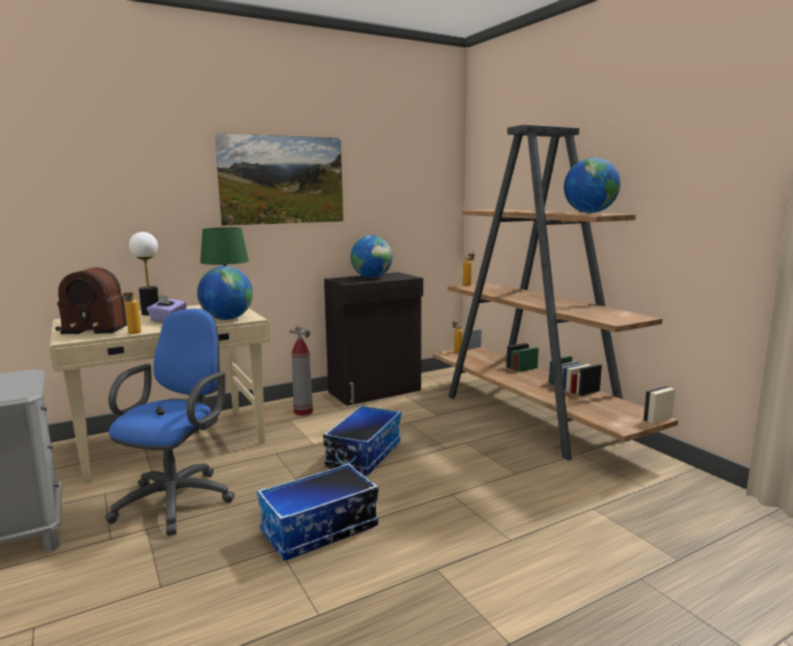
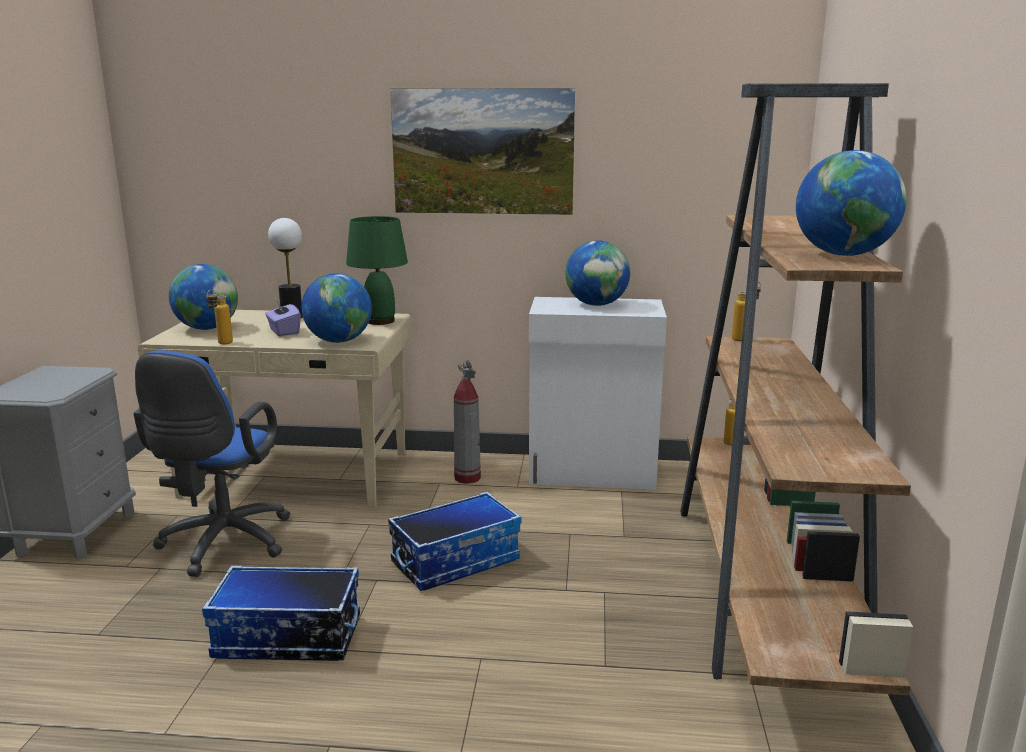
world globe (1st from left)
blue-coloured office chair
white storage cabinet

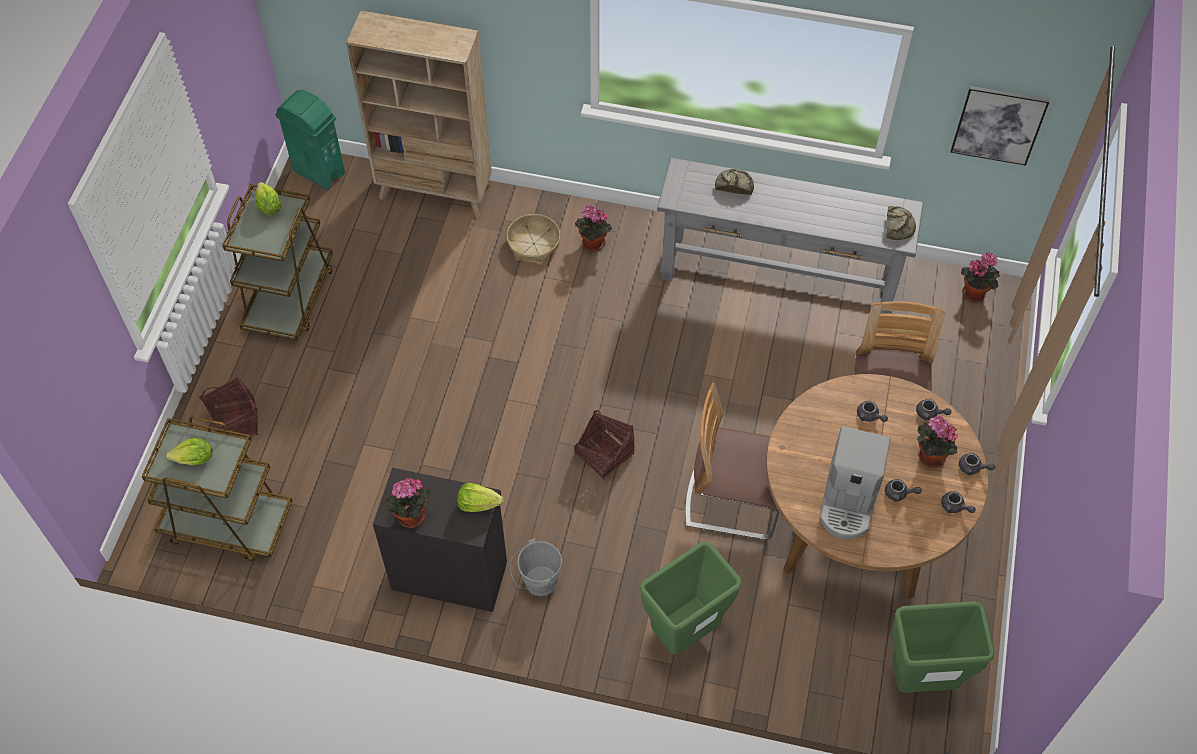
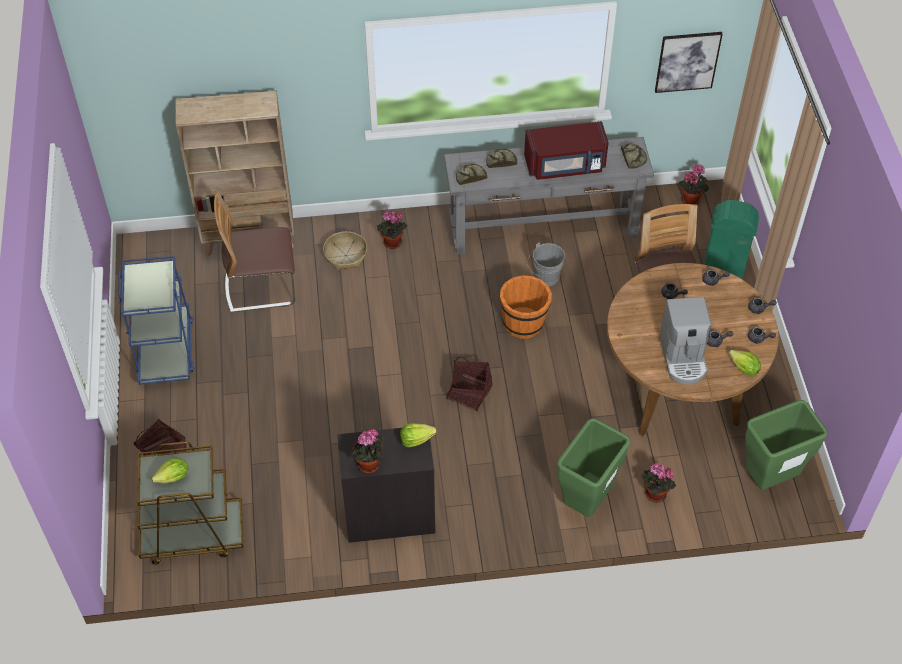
blue-coloured trolley
lettuce head (3rd from left)
green waste bin (2nd from left)
gray water bucket
chair (1st from left)
plant in a pot (3rd from left)
bakery bread (1st from left)
orange water bucket
reddish microwave oven

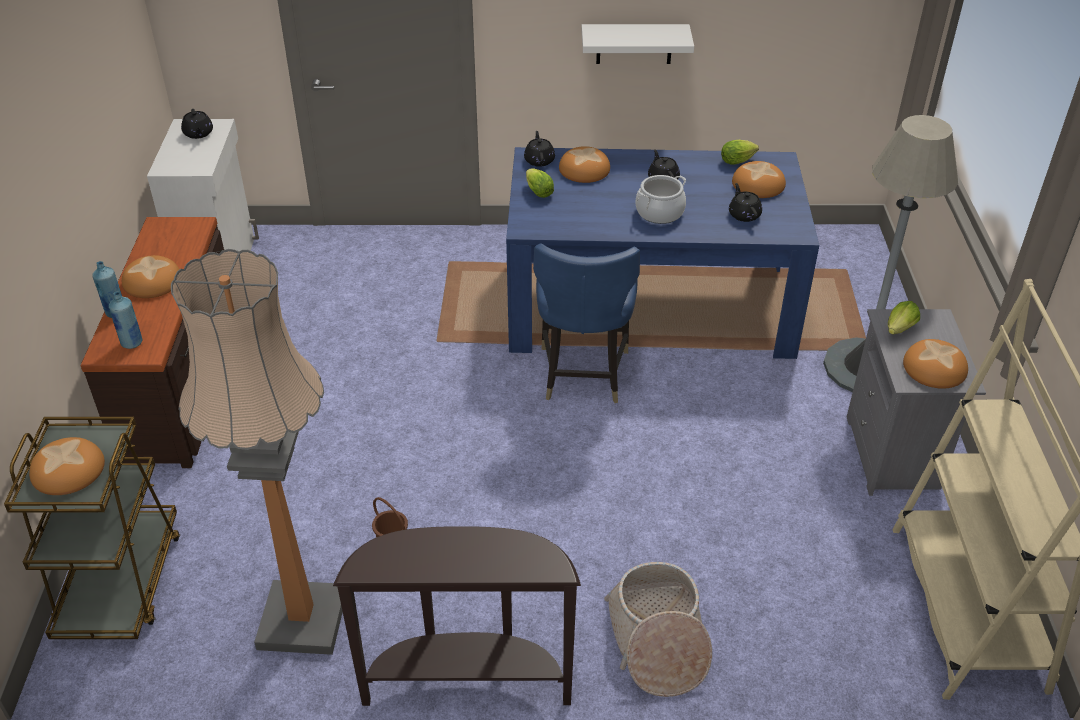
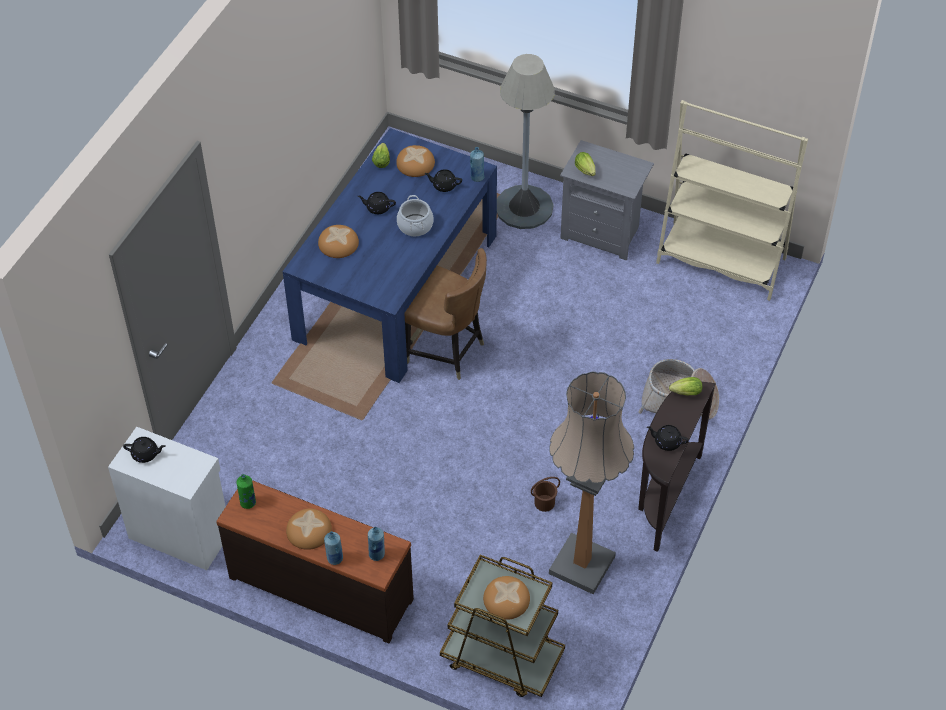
black-coloured teapot (4th from left)
lettuce head (3rd from left)
brown-coloured chair
white wall shelf
bakery bread (5th from left in the first image)
green drink bottle
blue-coloured drink bottle (3rd from left)

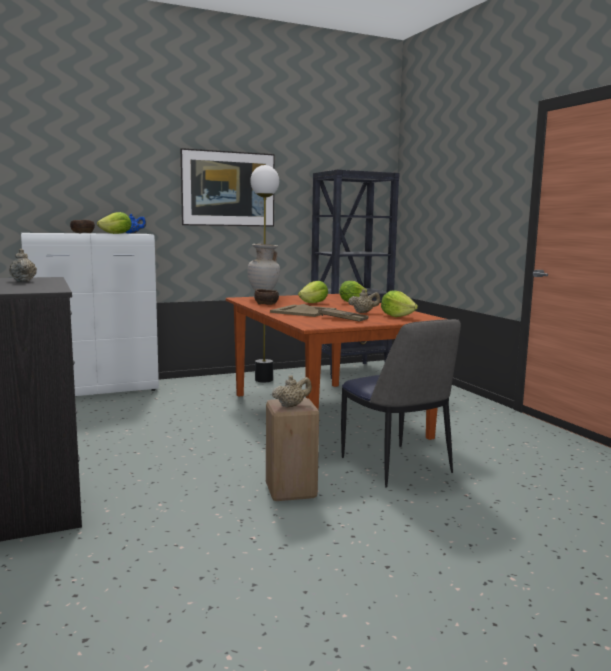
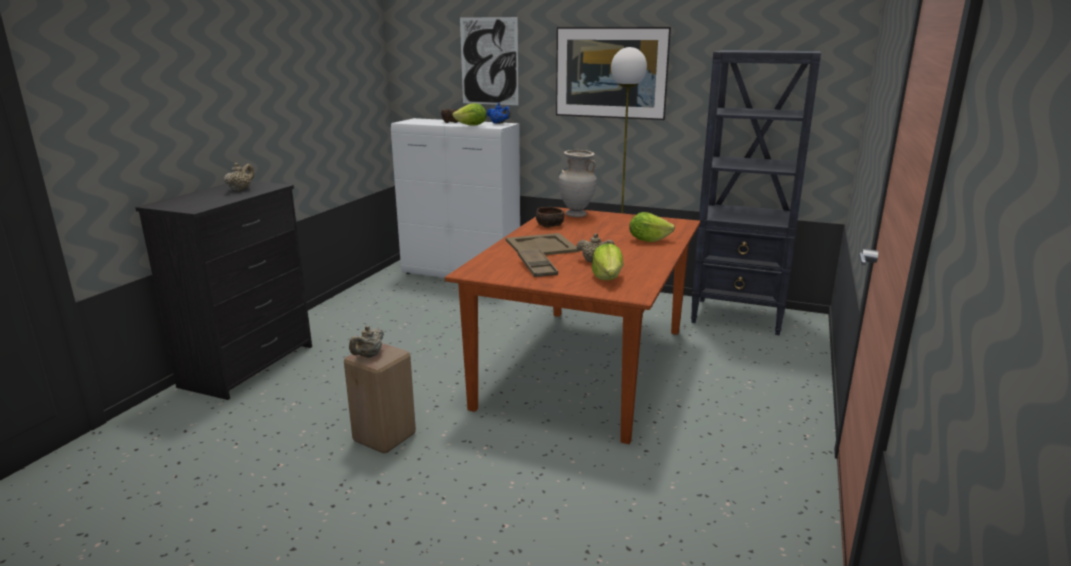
beige teapot (2nd from left)
lettuce head (2nd from left in the first image)
chair
wall picture (1st from left)

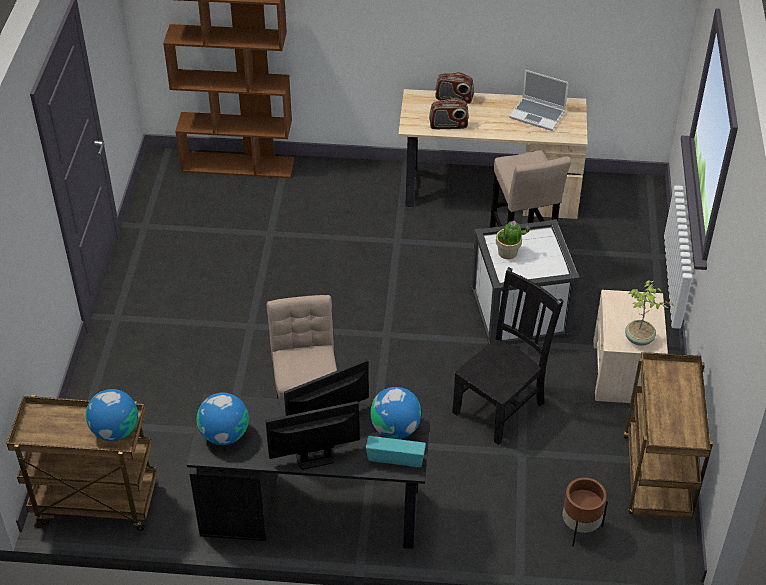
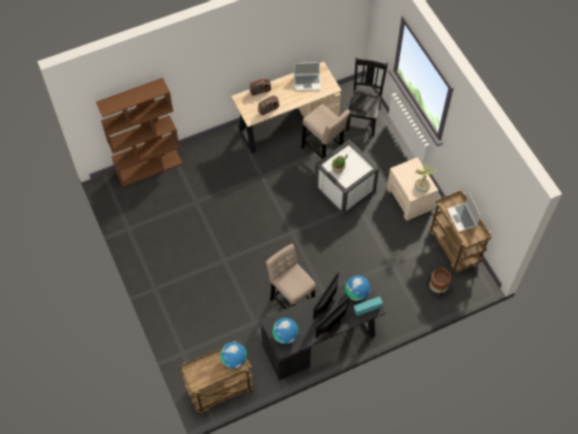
black-coloured chair
portable computer (2nd from left)

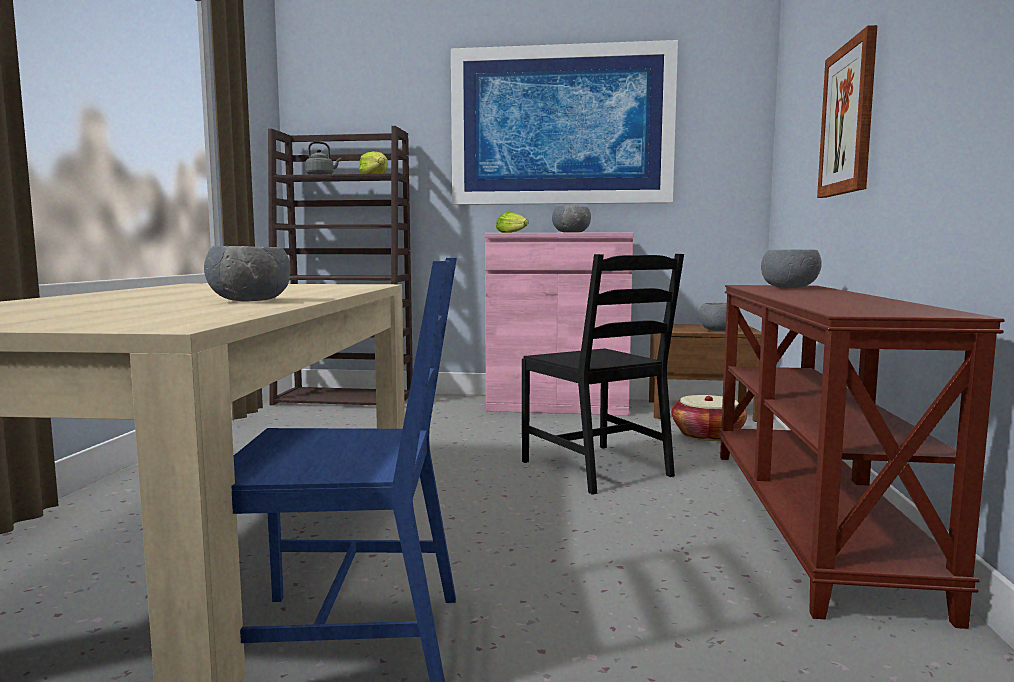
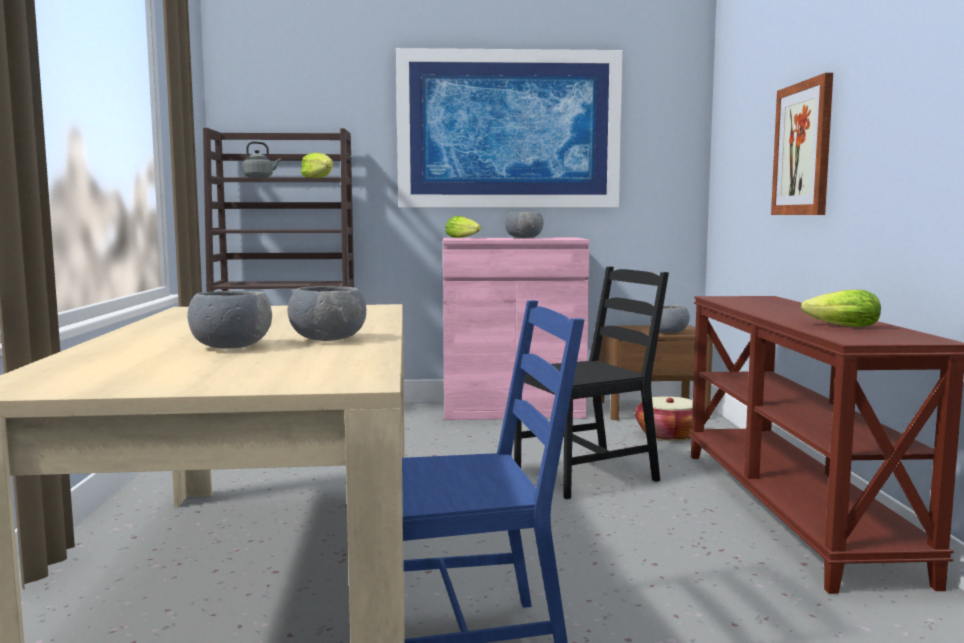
black-coloured chair
gray deep dish (1st from left)
lettuce head (3rd from left)

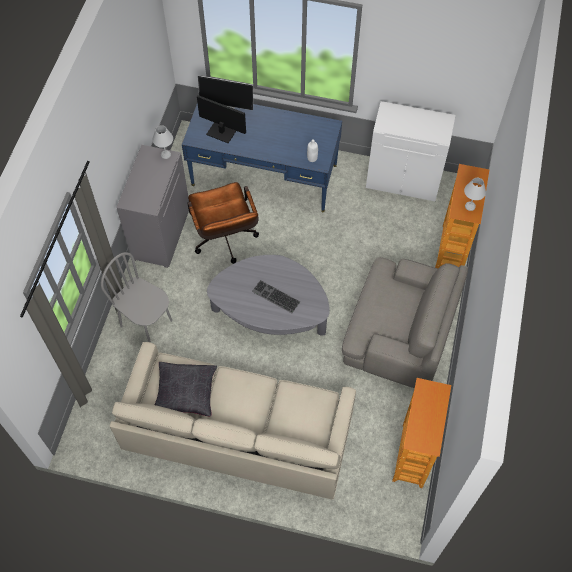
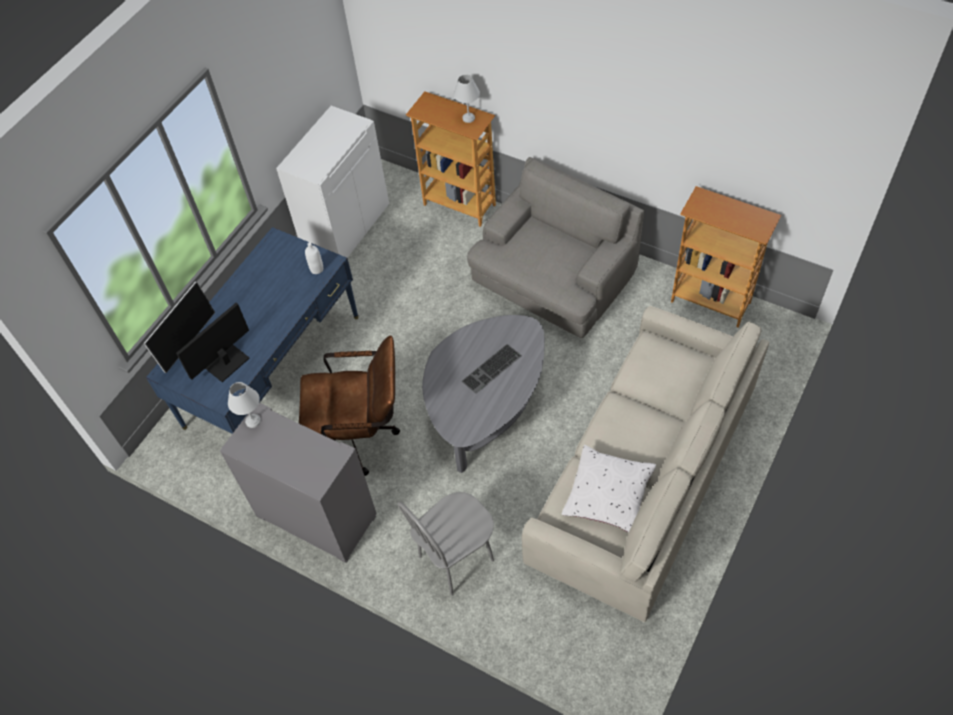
white pillow

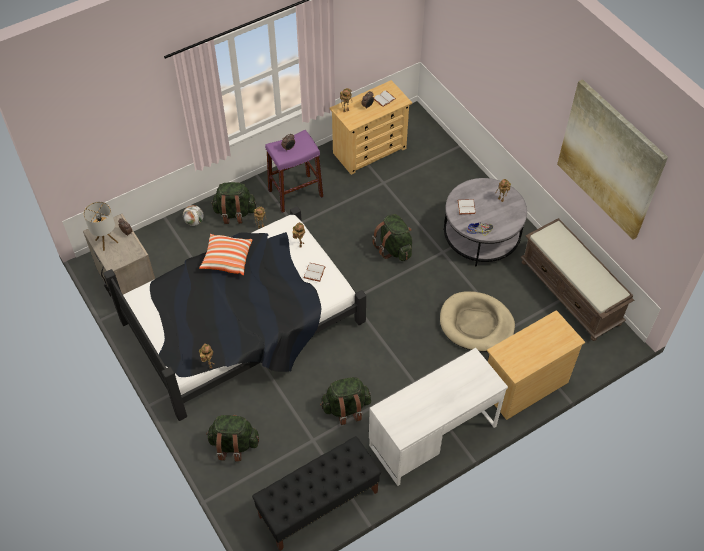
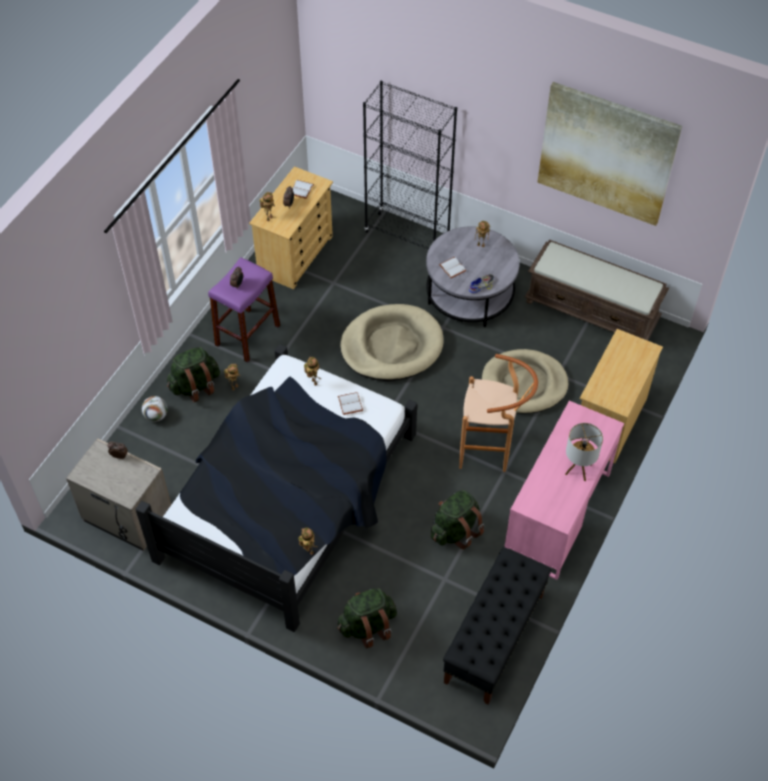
tabletop lamp
pillow
pink desk table
beige dog bed (1st from left)
black-coloured shelving unit
brown-coloured sitting stool

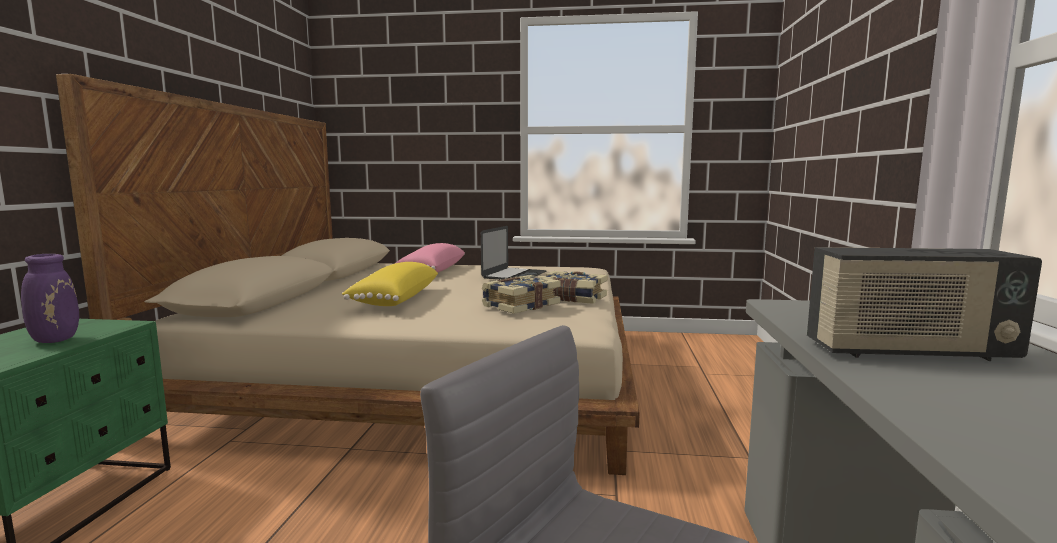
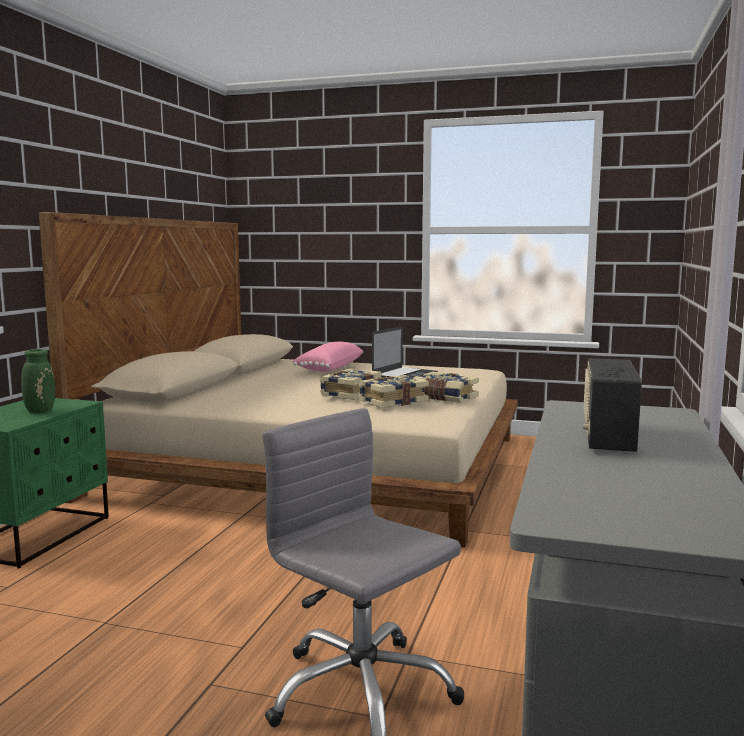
green vase
yellow pillow
radio receiver
volume (1st from left)

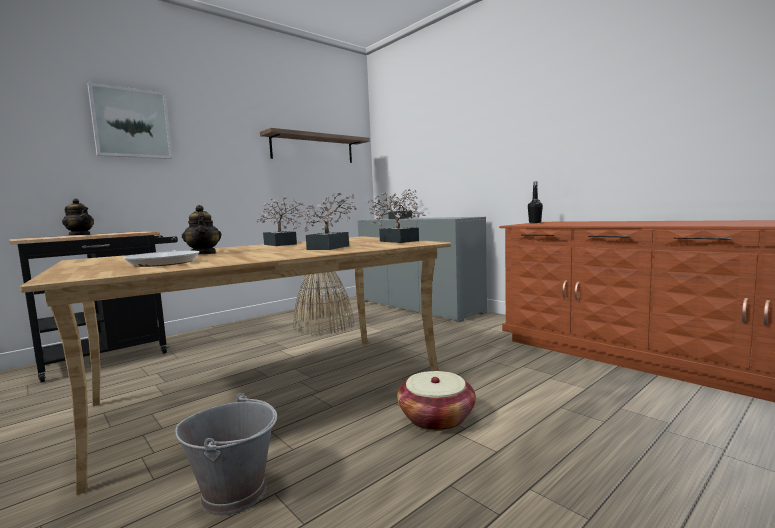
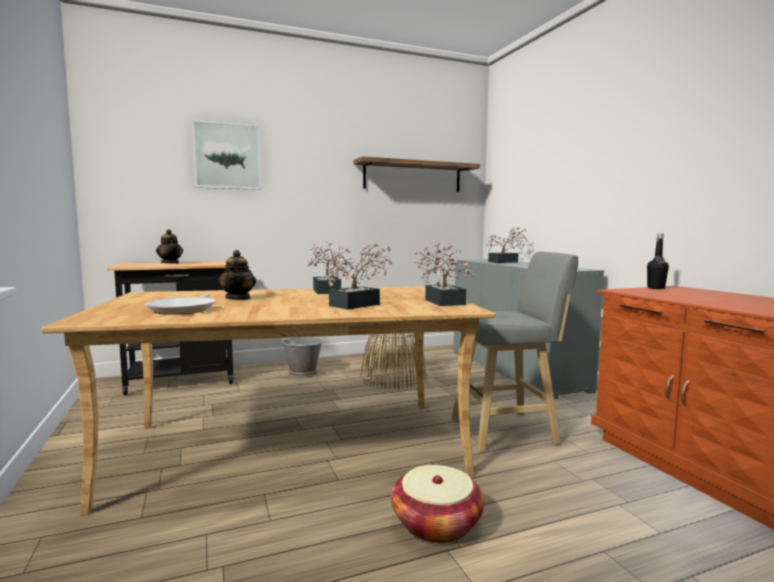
gray water bucket
gray sitting stool

